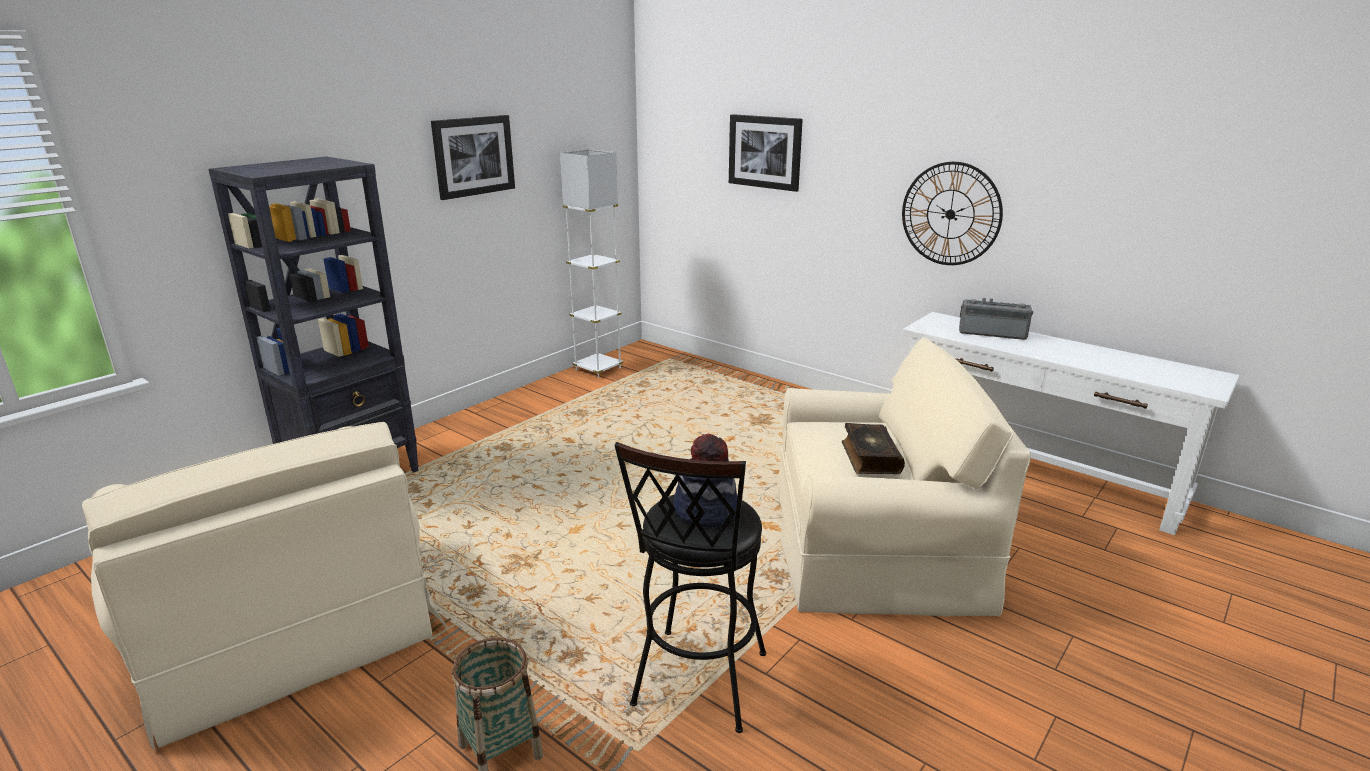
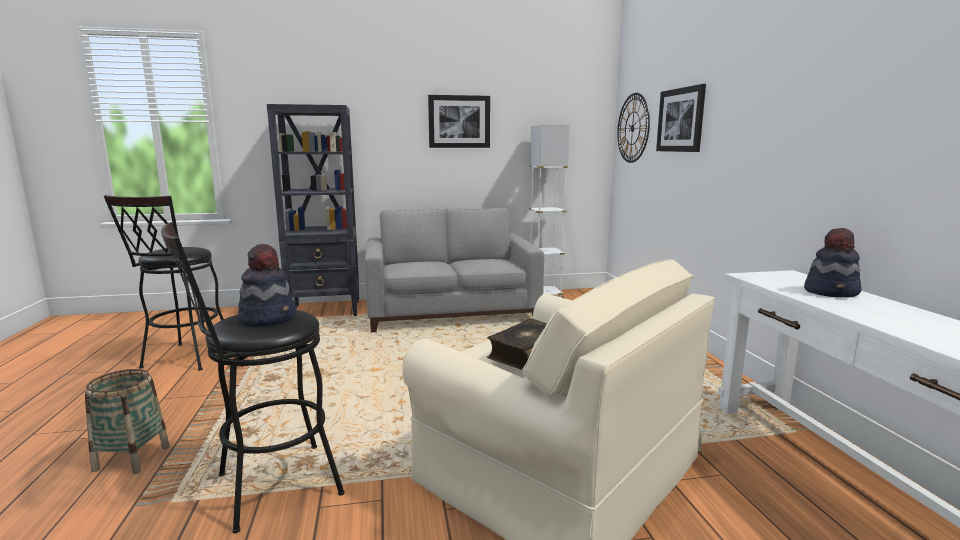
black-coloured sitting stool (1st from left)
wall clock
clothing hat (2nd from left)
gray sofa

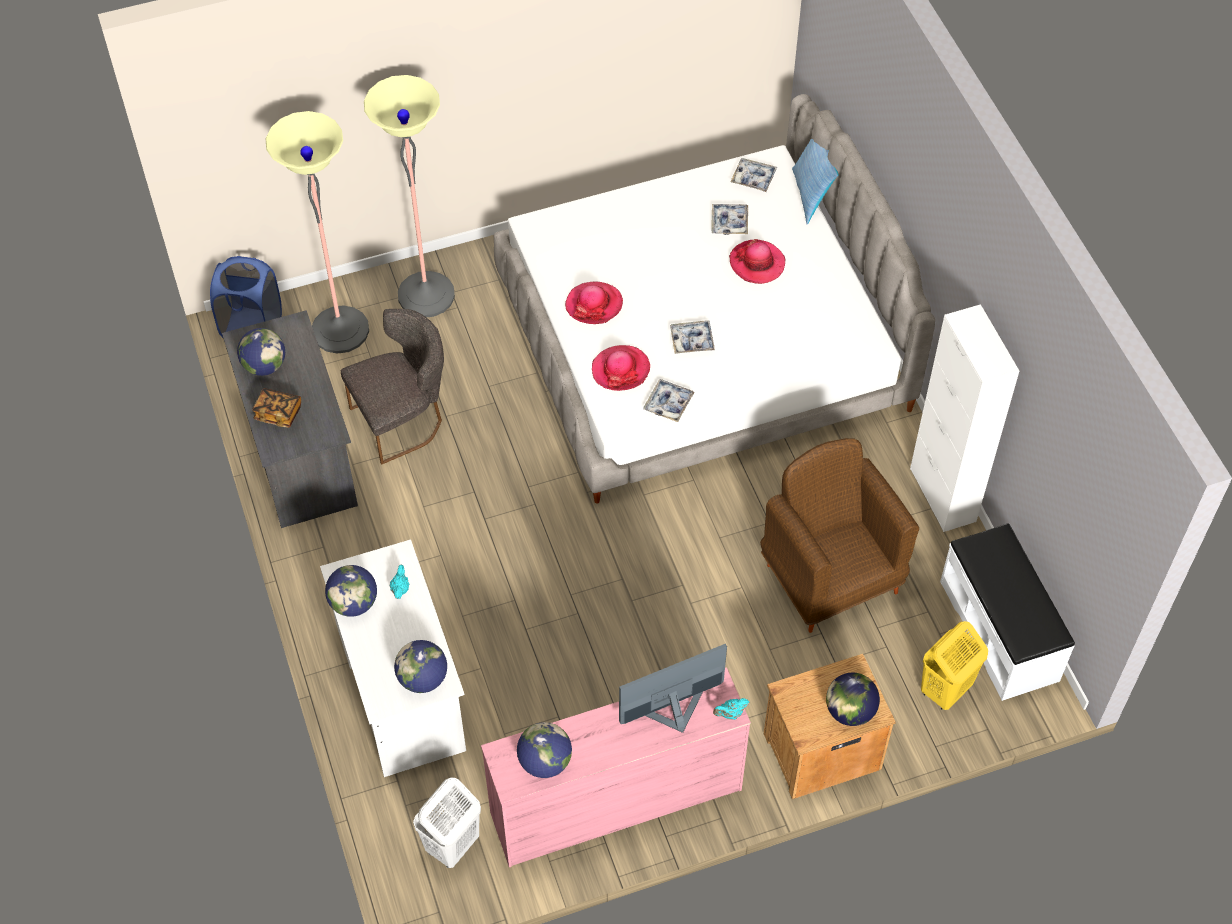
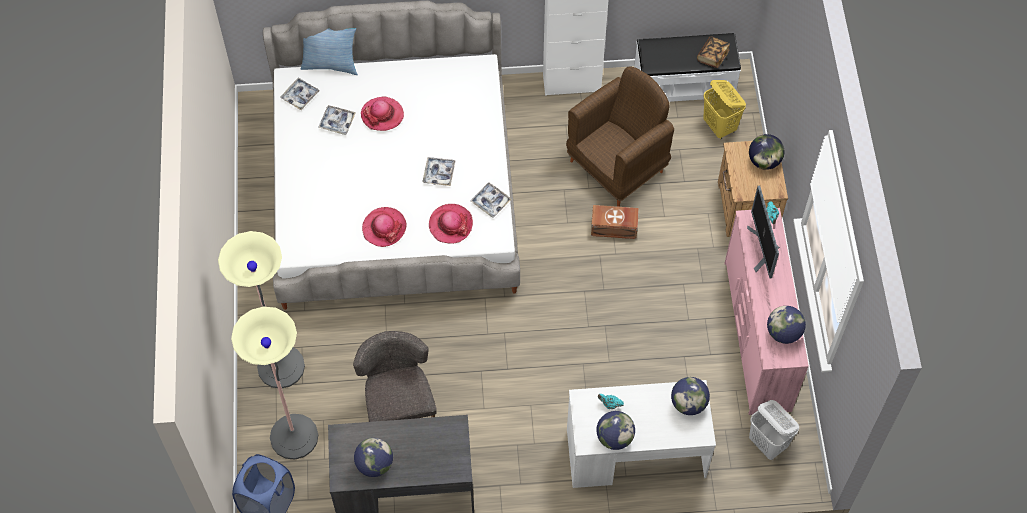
volume
brown-coloured easy chair
brown-coloured storage bin

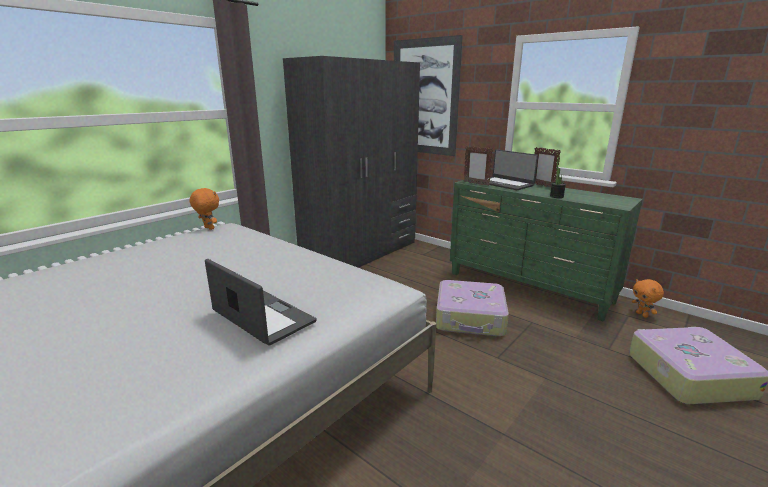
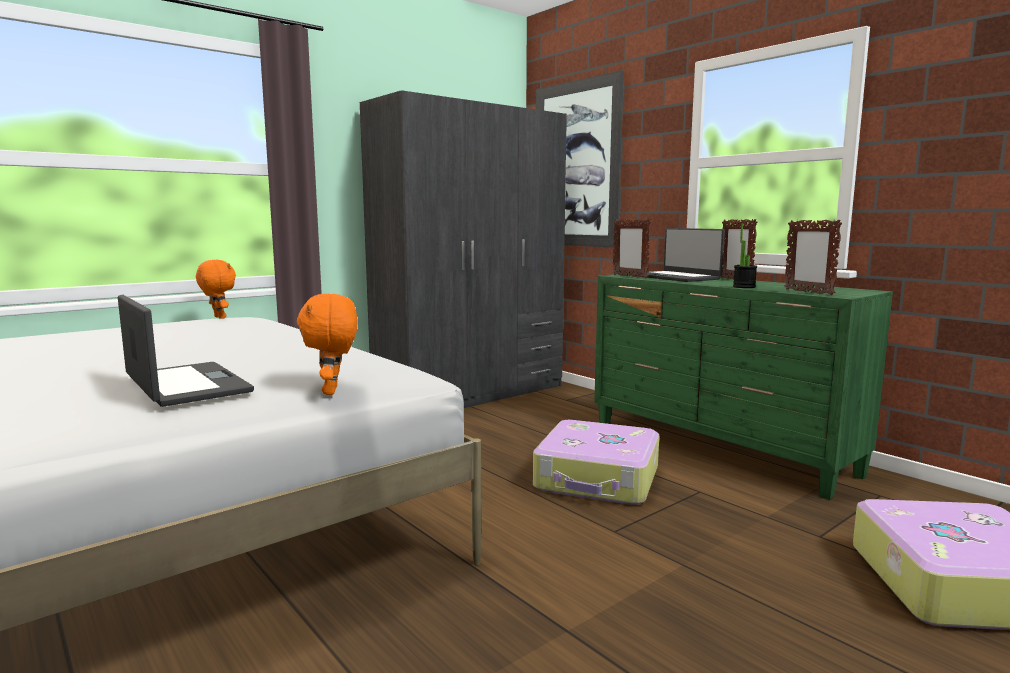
orange plush toy (2nd from left)
photo frame (3rd from left)

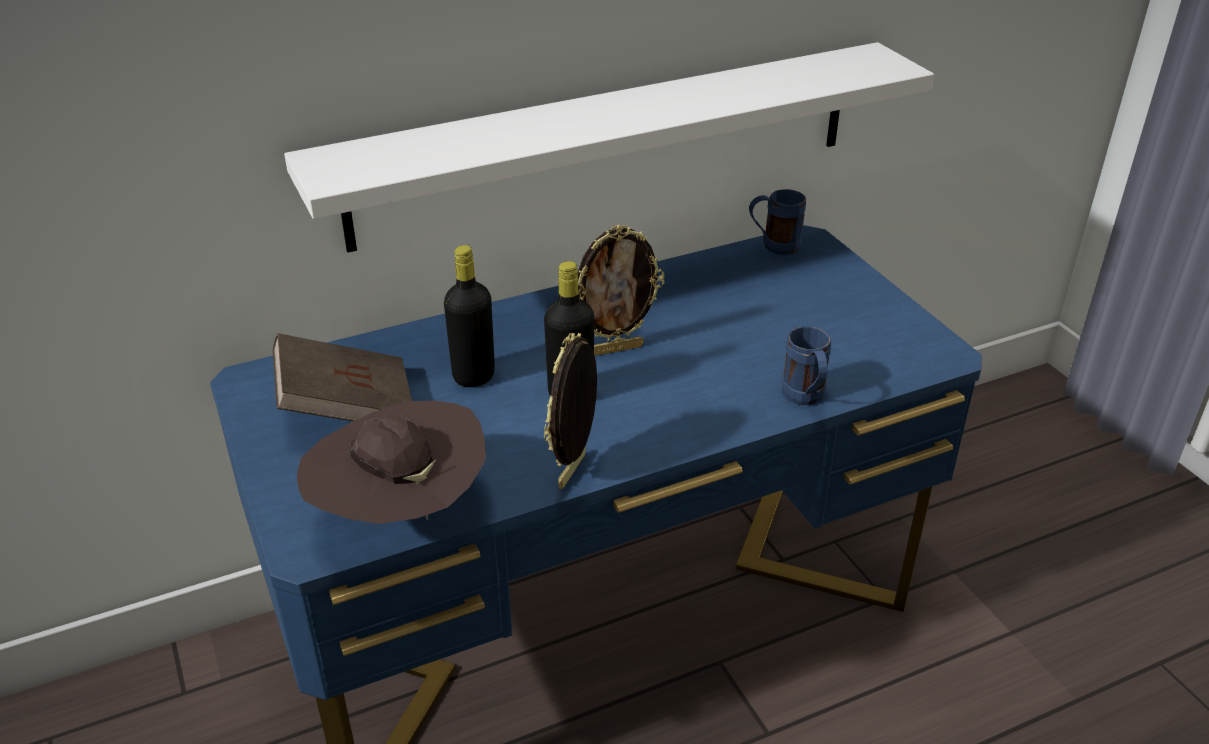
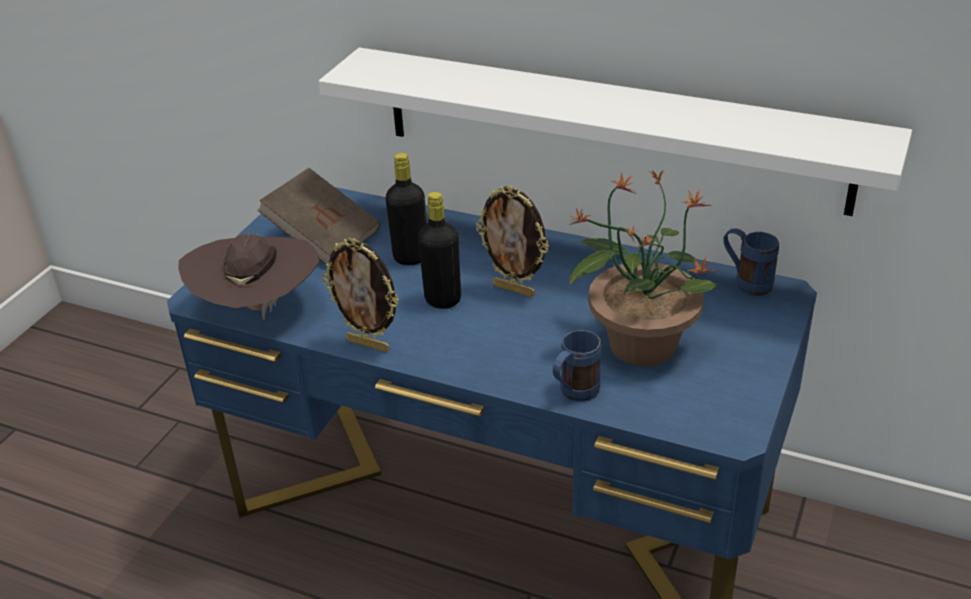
photo frame (1st from left)
plant in a pot

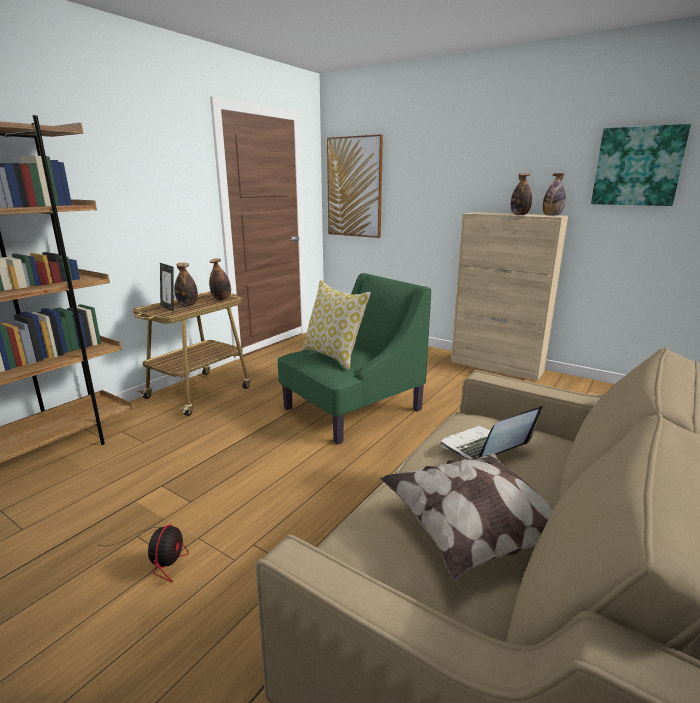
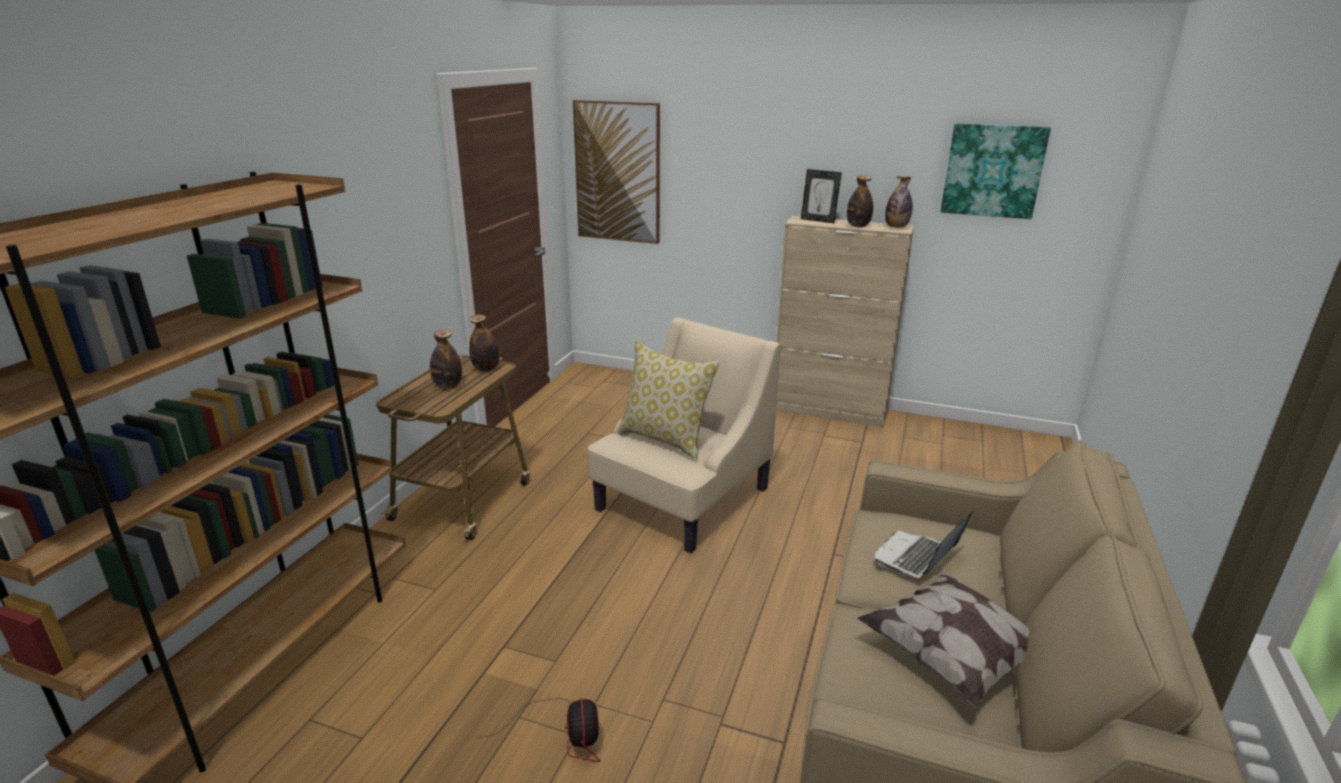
photo frame
beige easy chair

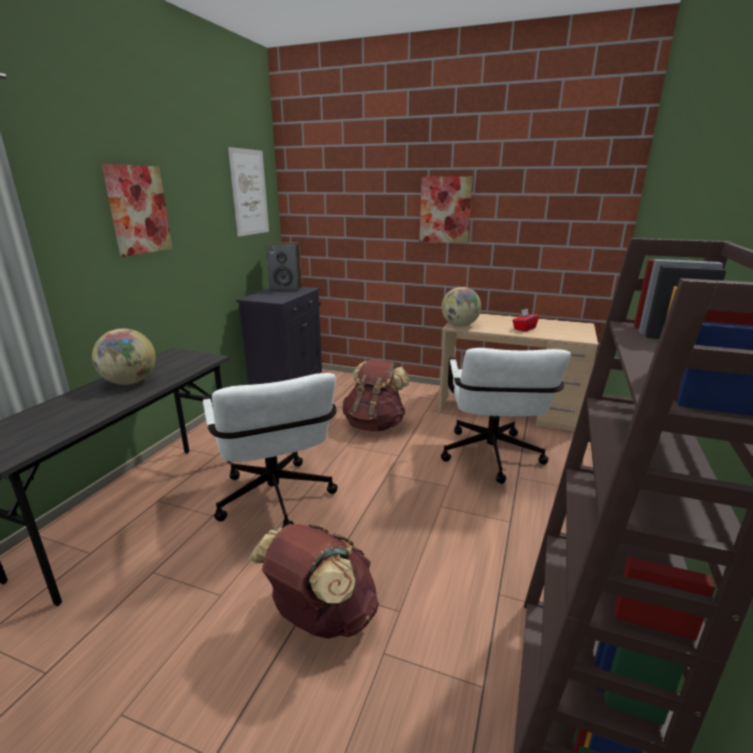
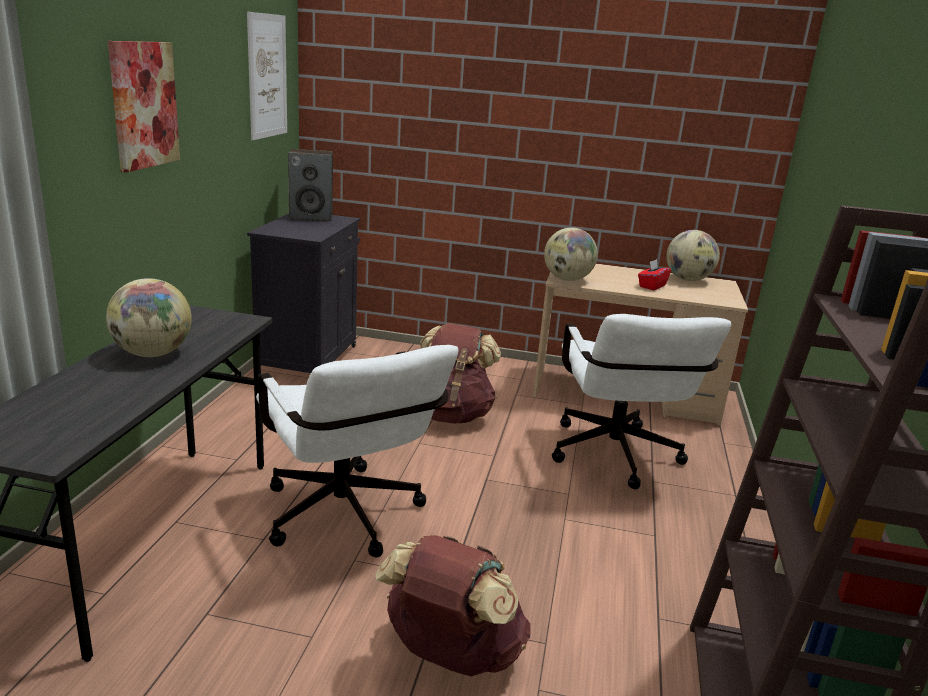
wall picture (3rd from left in the first image)
world globe (3rd from left)

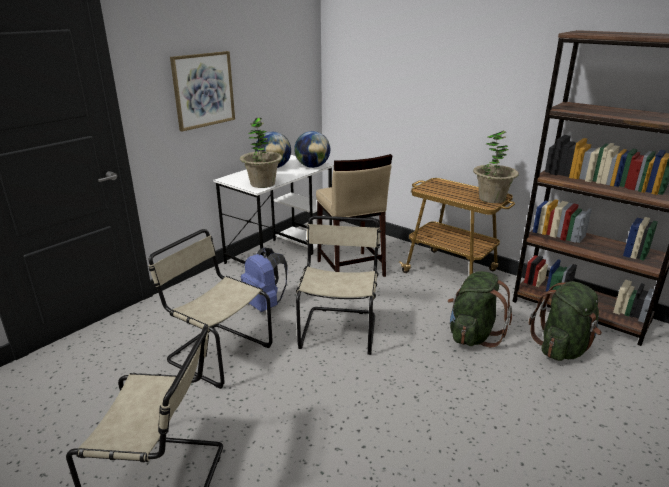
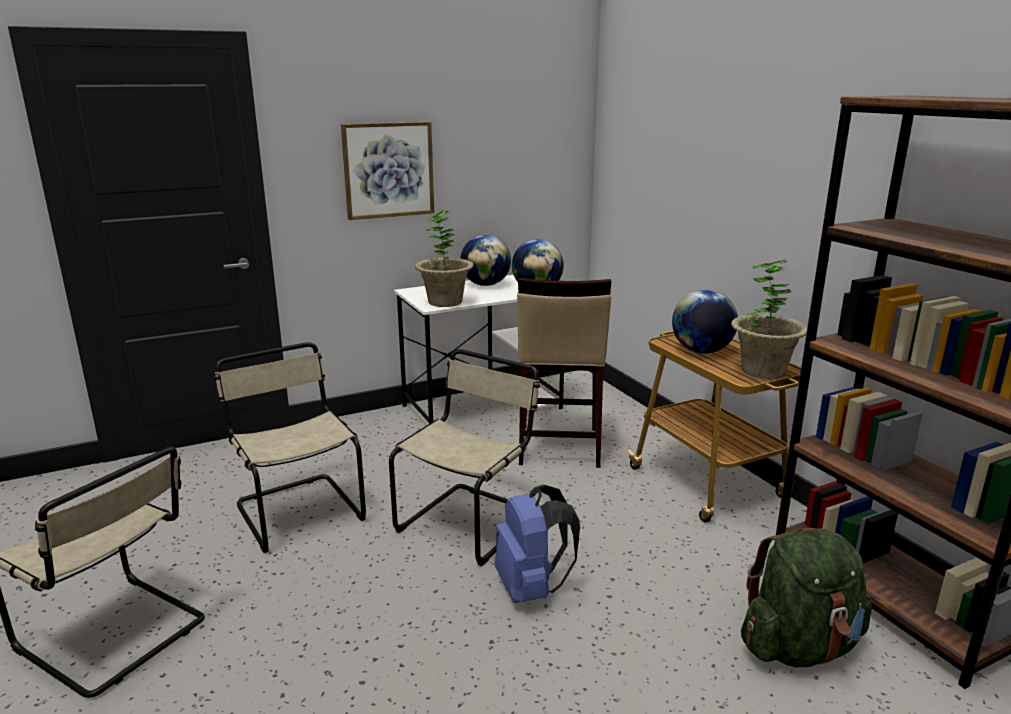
blue-coloured knapsack
green knapsack (1st from left in the first image)
world globe (3rd from left)

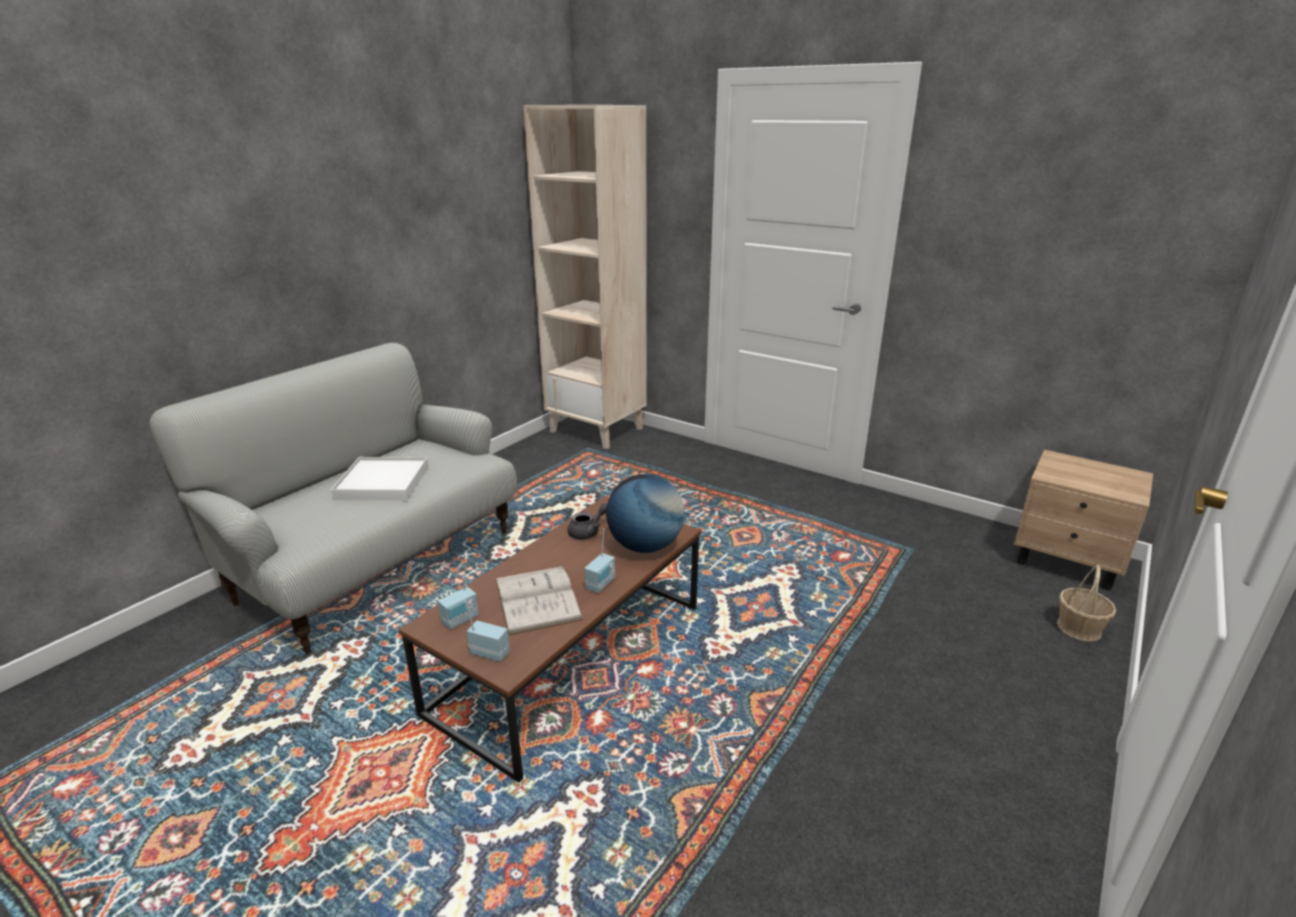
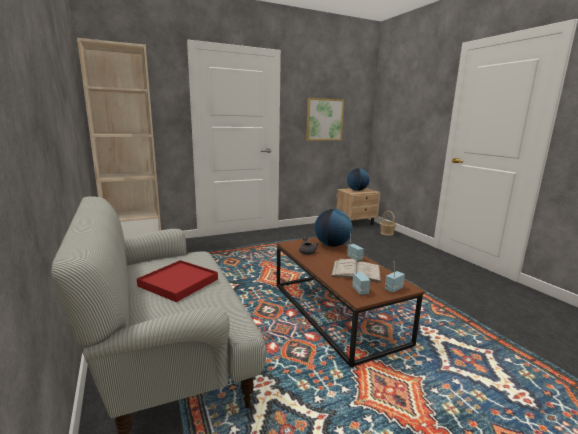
reddish tray
wall picture
world globe (2nd from left)

